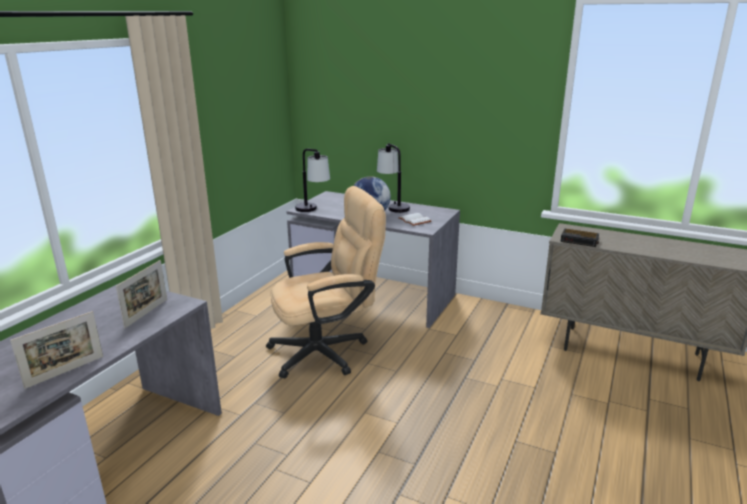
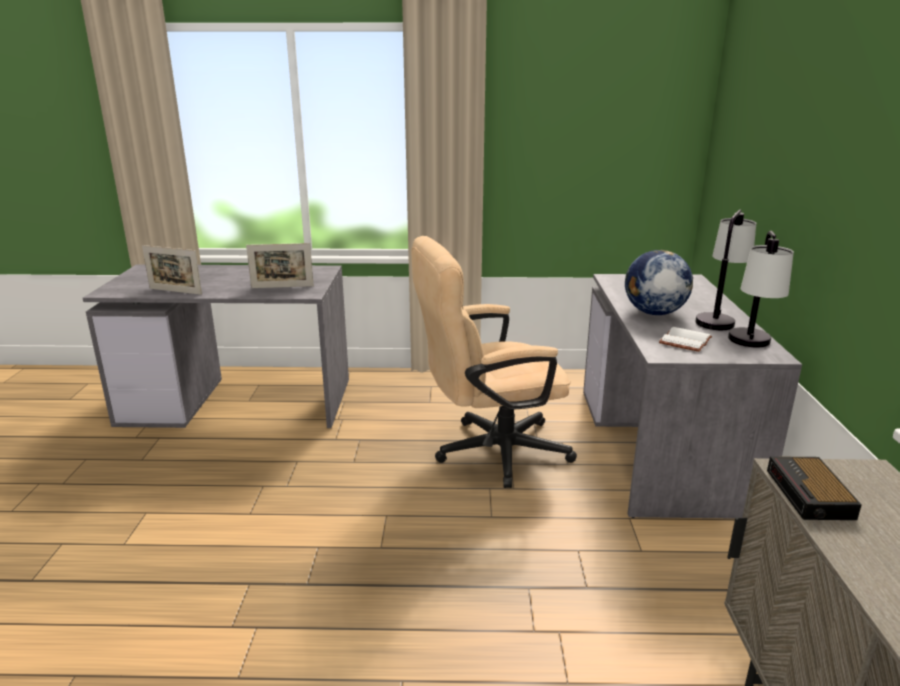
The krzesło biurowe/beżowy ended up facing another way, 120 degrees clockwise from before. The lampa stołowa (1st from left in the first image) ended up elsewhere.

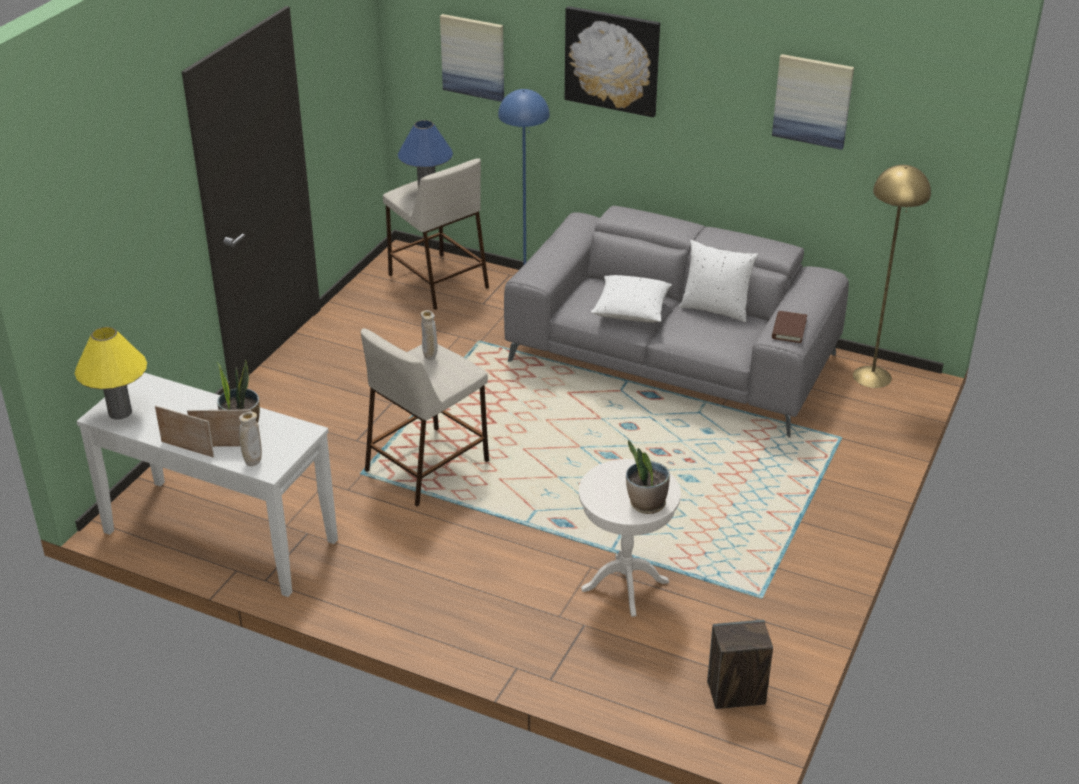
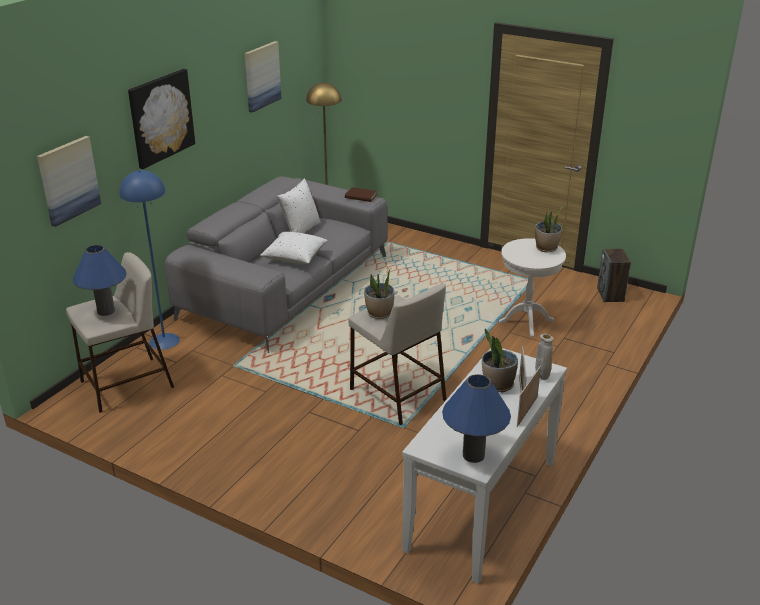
What was the lampa stołowa/żółty turned into the lampa stołowa/niebieski (2nd from left). Where the wazon/beżowy (2nd from left) stood, the roślina doniczkowa (1st from left) came to stand.

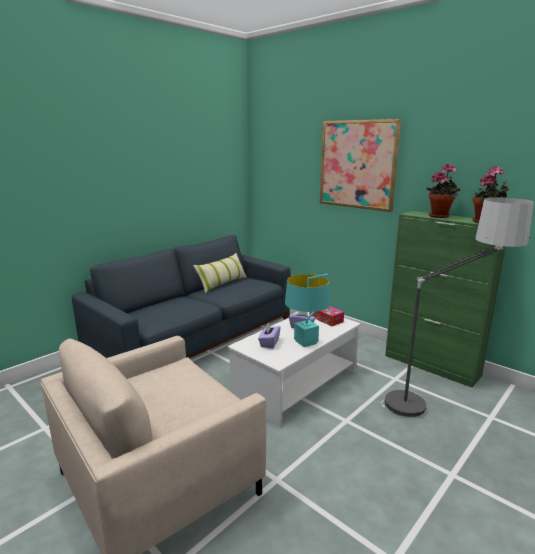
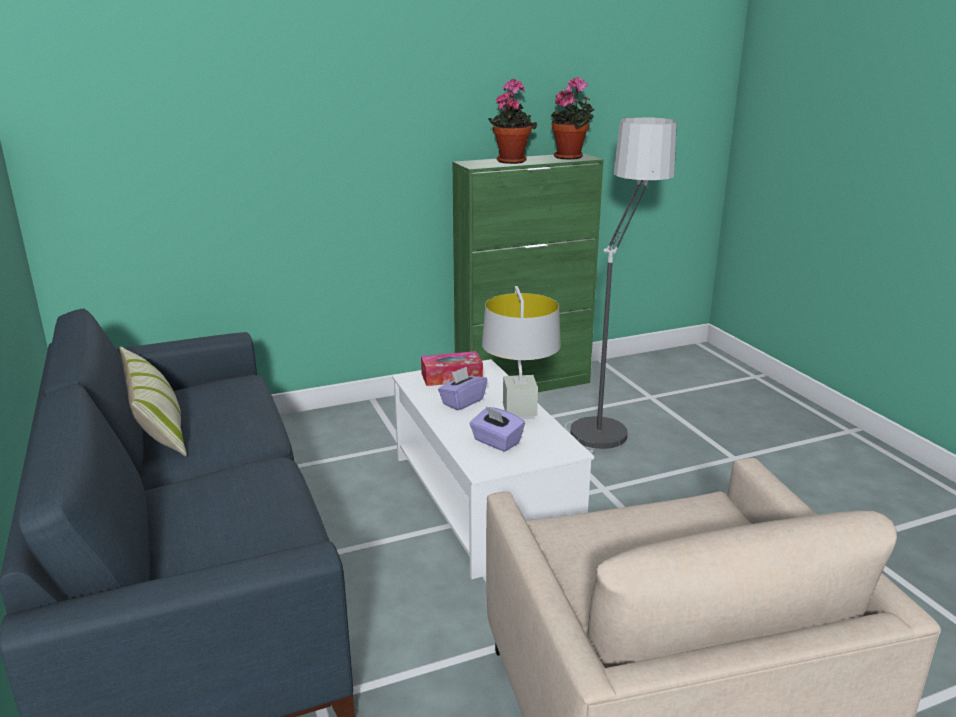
What was the lampa stołowa/turkusowy turned into the lampa stołowa/szary. The second view lost the obraz.

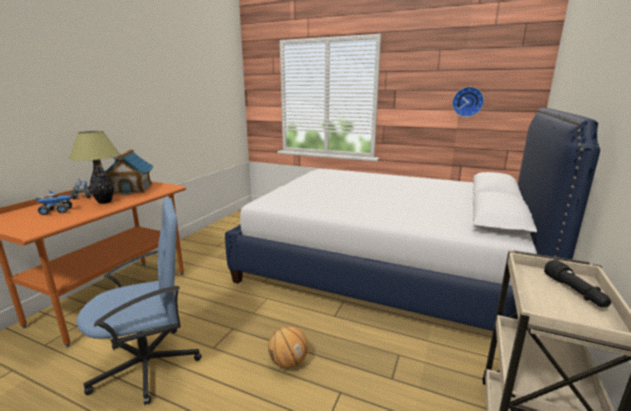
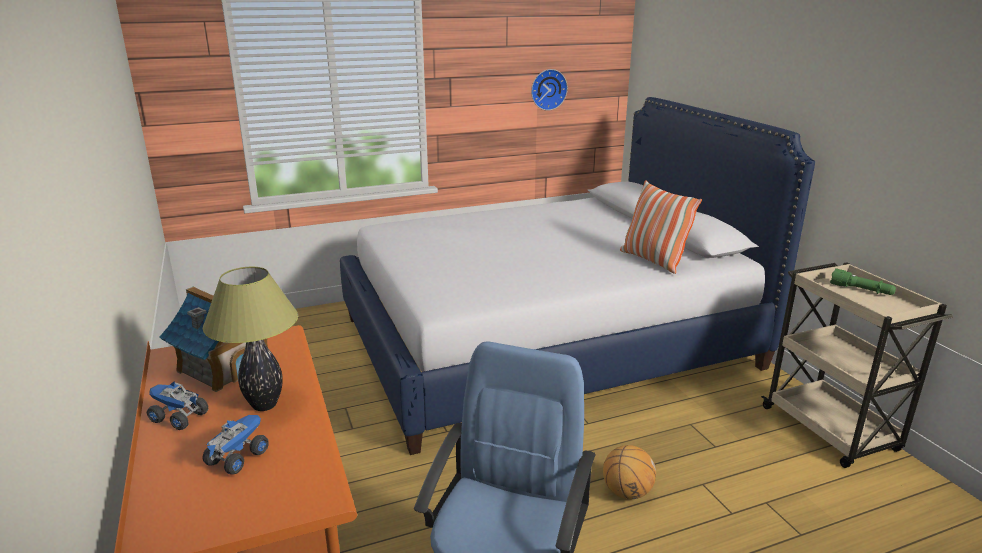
What was the latarka/czarny turned into the latarka/zielony. The second view gained the poduszka.

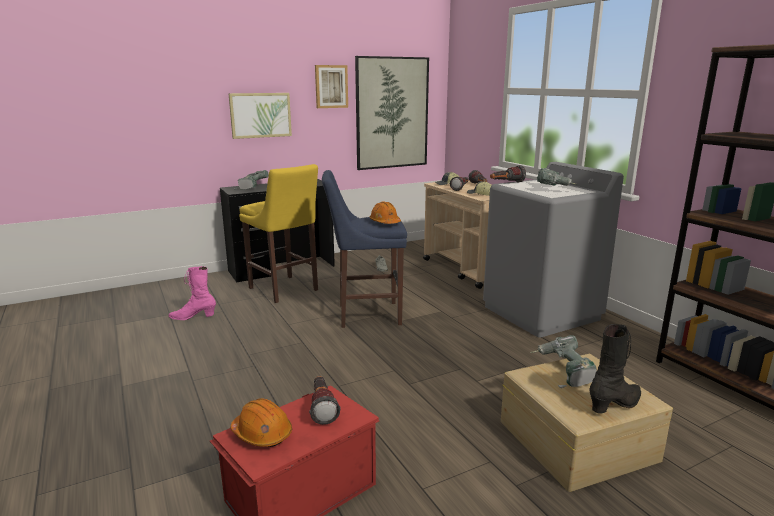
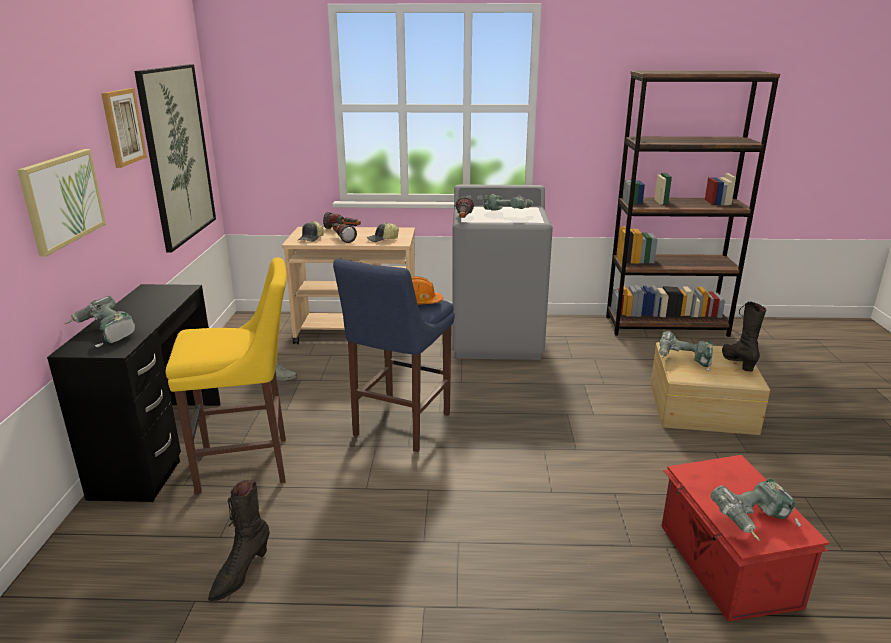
What was the but z cholewką/różowy turned into the but z cholewką/czarny (1st from left). Where the kask/pomarańczowy (1st from left) stood, the wiertarka (4th from left) came to stand. The second view lost the latarka (1st from left).

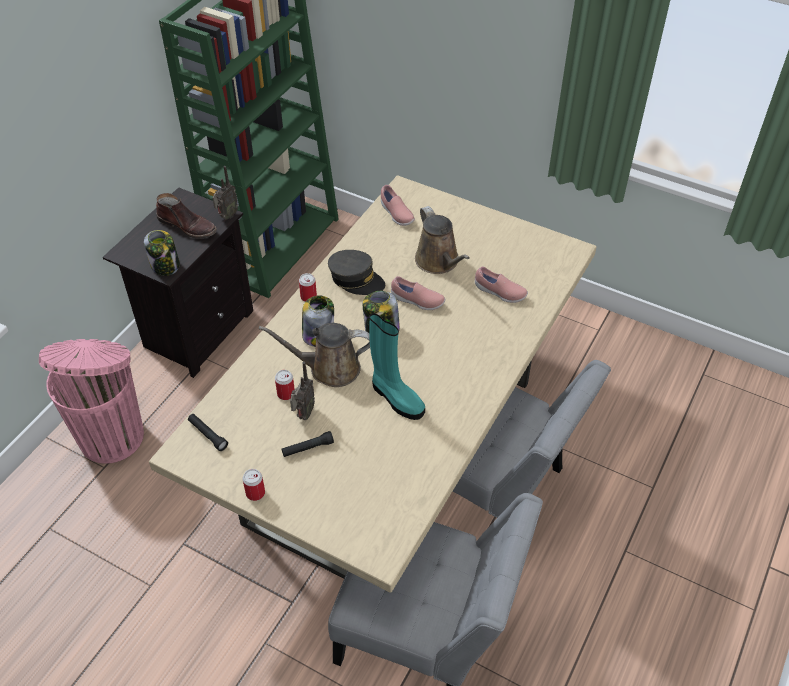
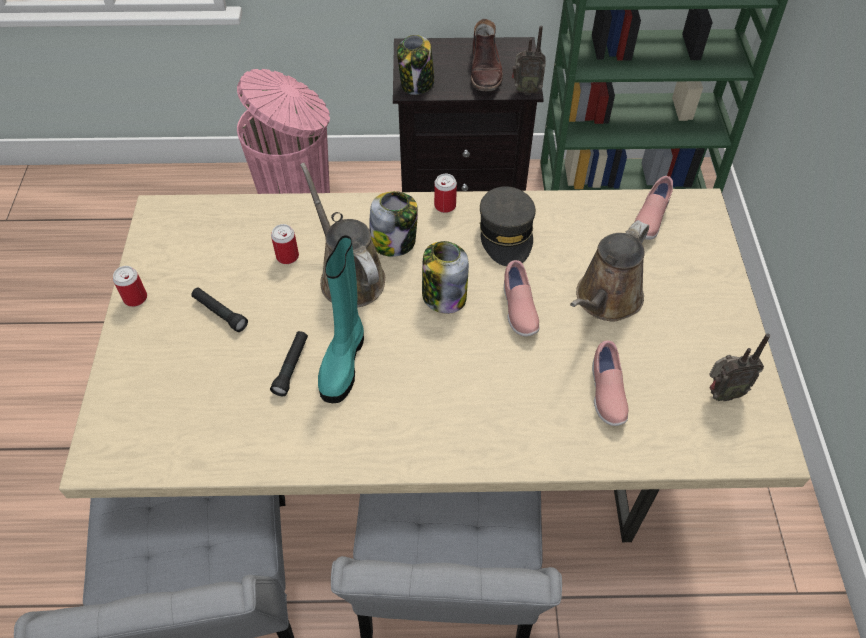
The latarka/czarny (1st from left in the first image) ended up elsewhere. The radio (2nd from left) ended up elsewhere.

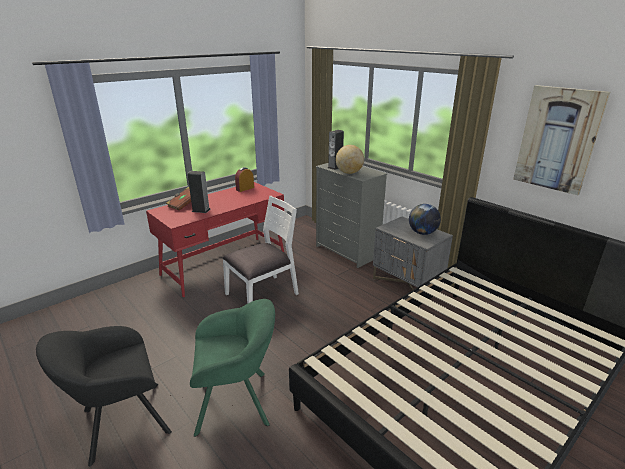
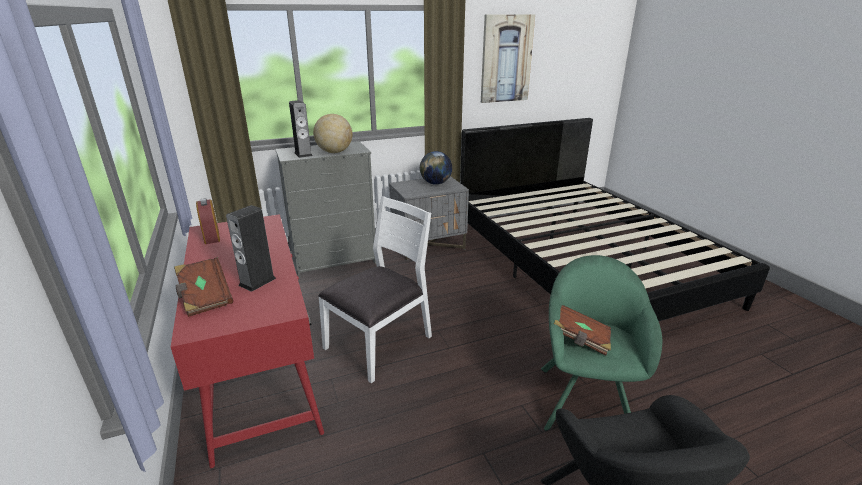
The krzesło/biały ended up facing another way, 60 degrees clockwise from before. The second view gained the książka/brązowy (2nd from left).

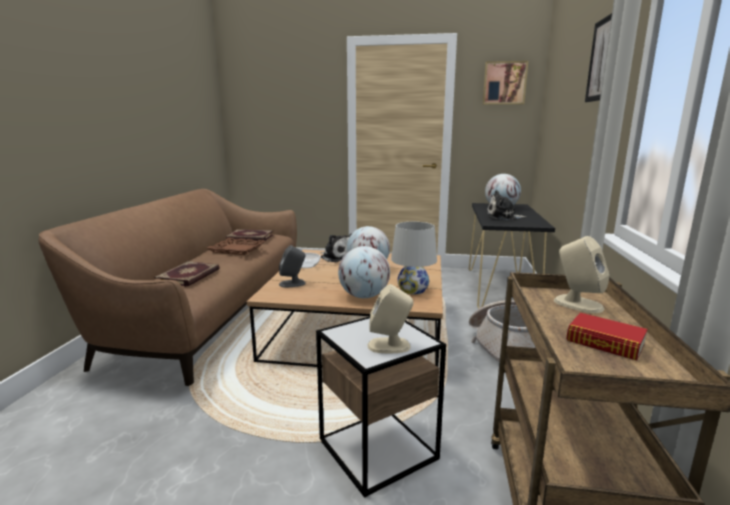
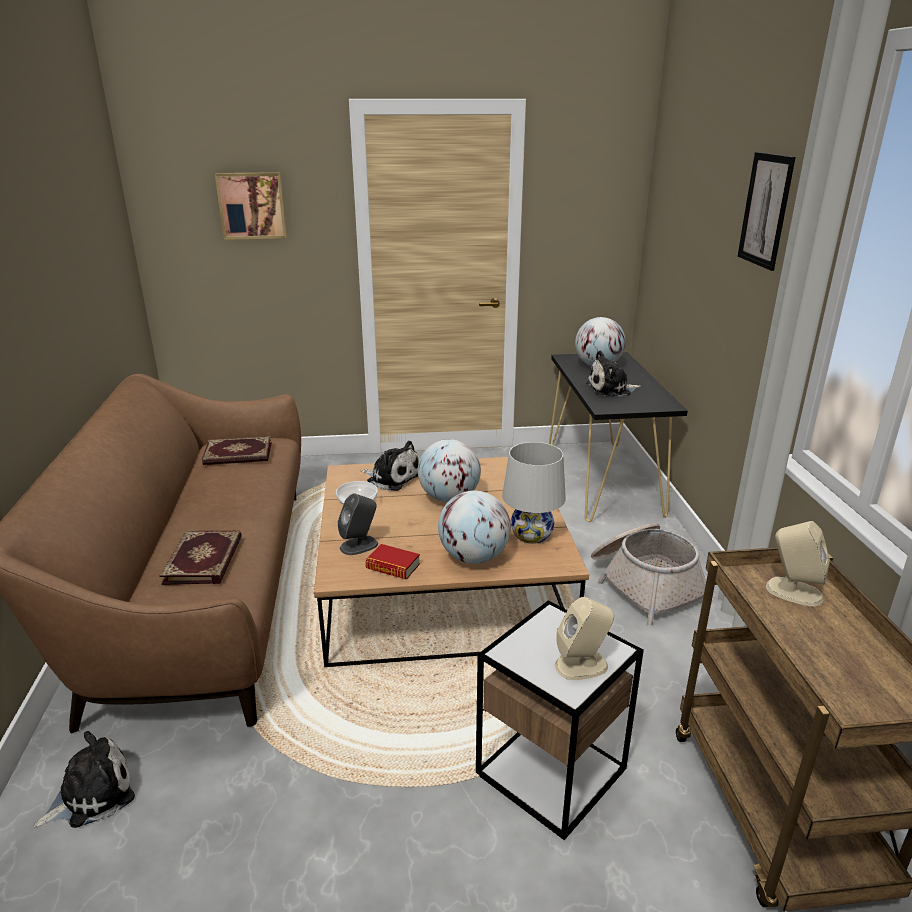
The second view lost the taca/brązowy. The obraz (1st from left) ended up elsewhere. The książka (3rd from left) ended up elsewhere. The second view gained the pluszak (1st from left).

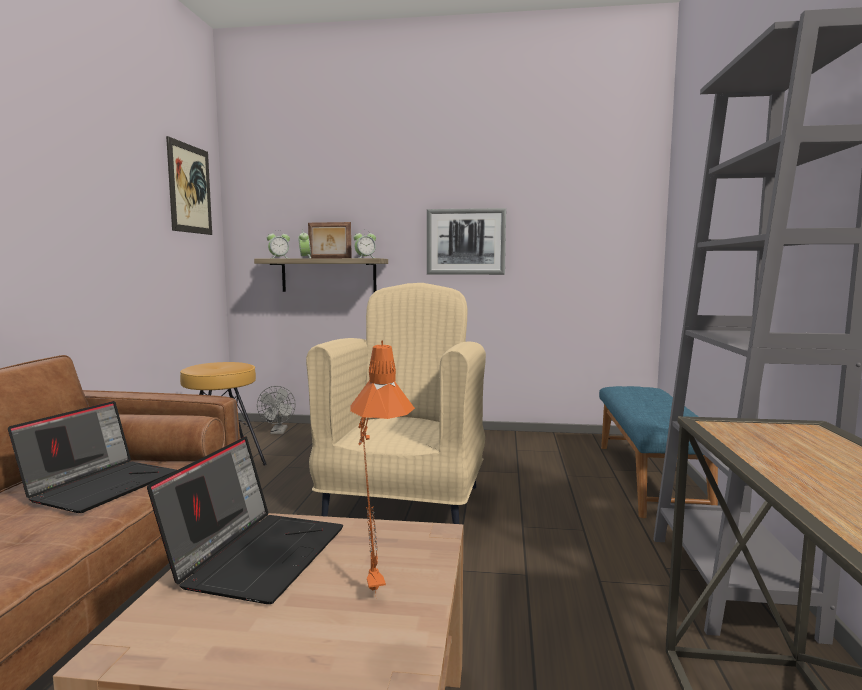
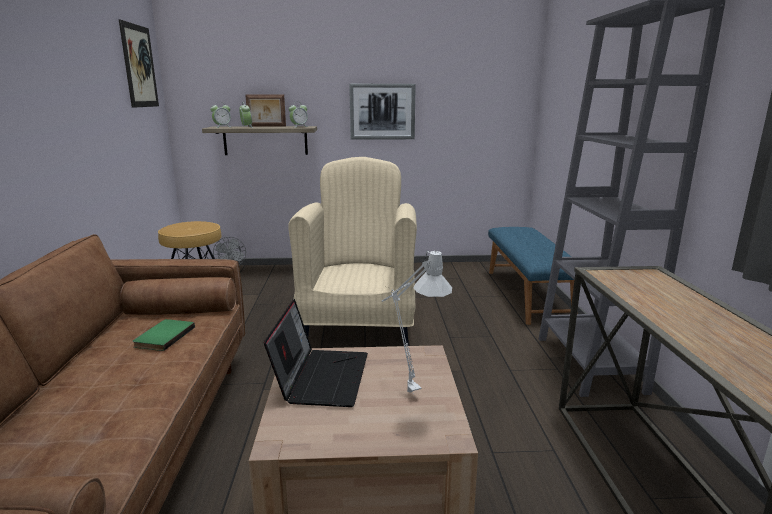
Where the laptop (1st from left) stood, the książka/zielony came to stand. What was the lampa stołowa/pomarańczowy turned into the lampa stołowa/szary.

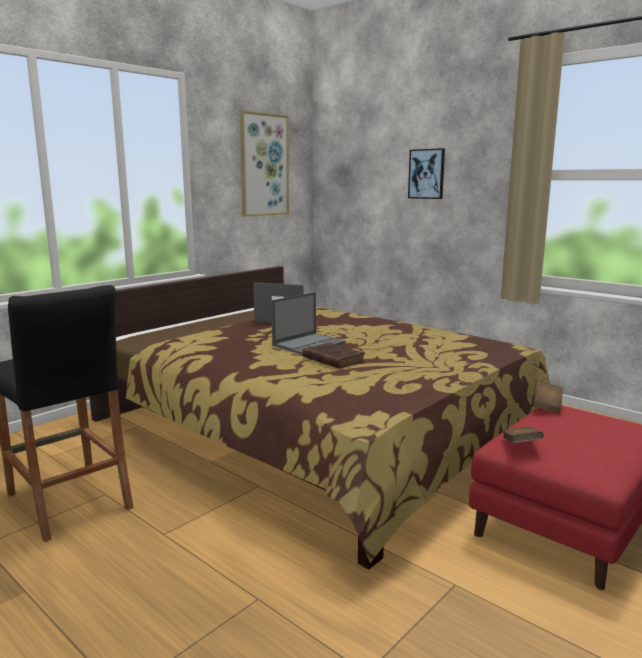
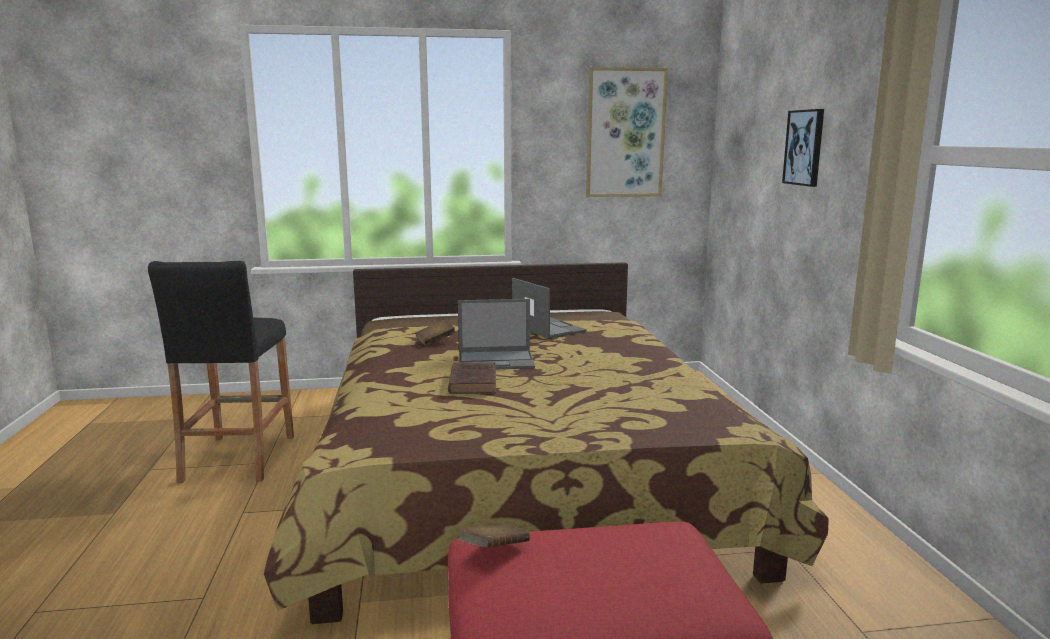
The książka/brązowy (3rd from left in the first image) ended up elsewhere.

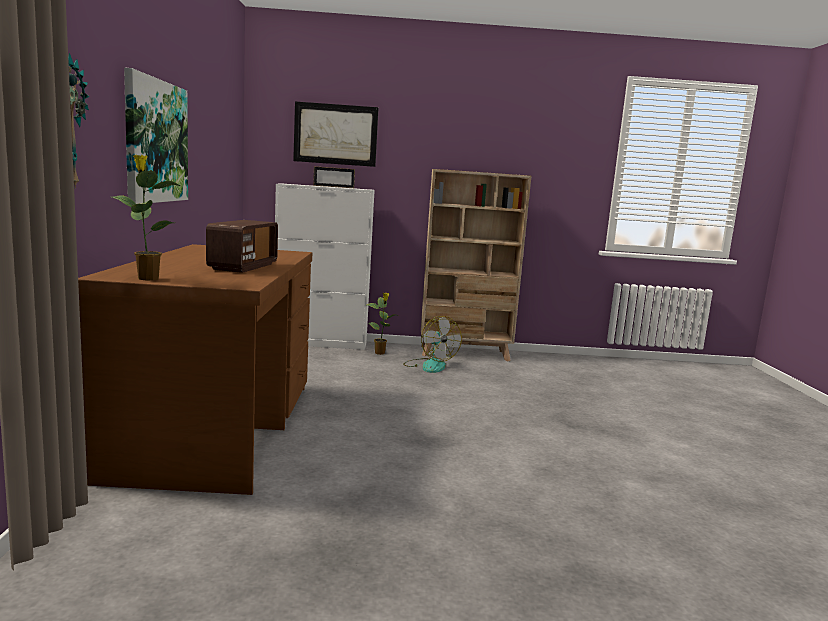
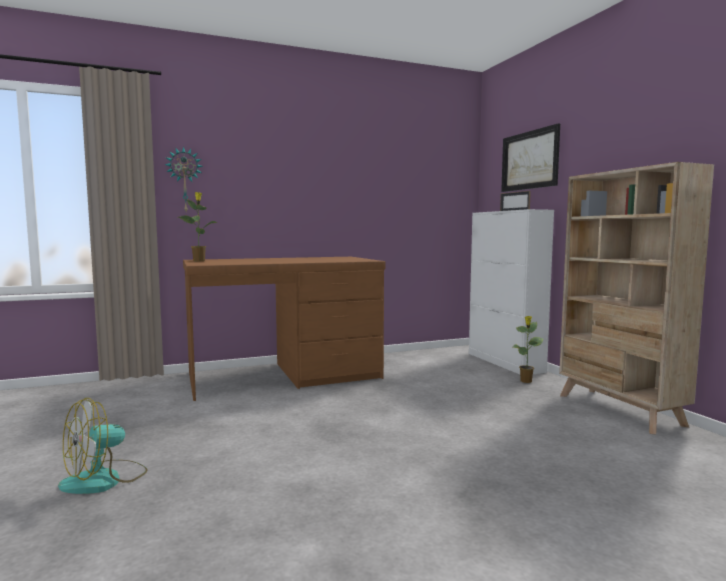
The second view lost the obraz (1st from left). The second view lost the radio. The wentylator ended up elsewhere.

